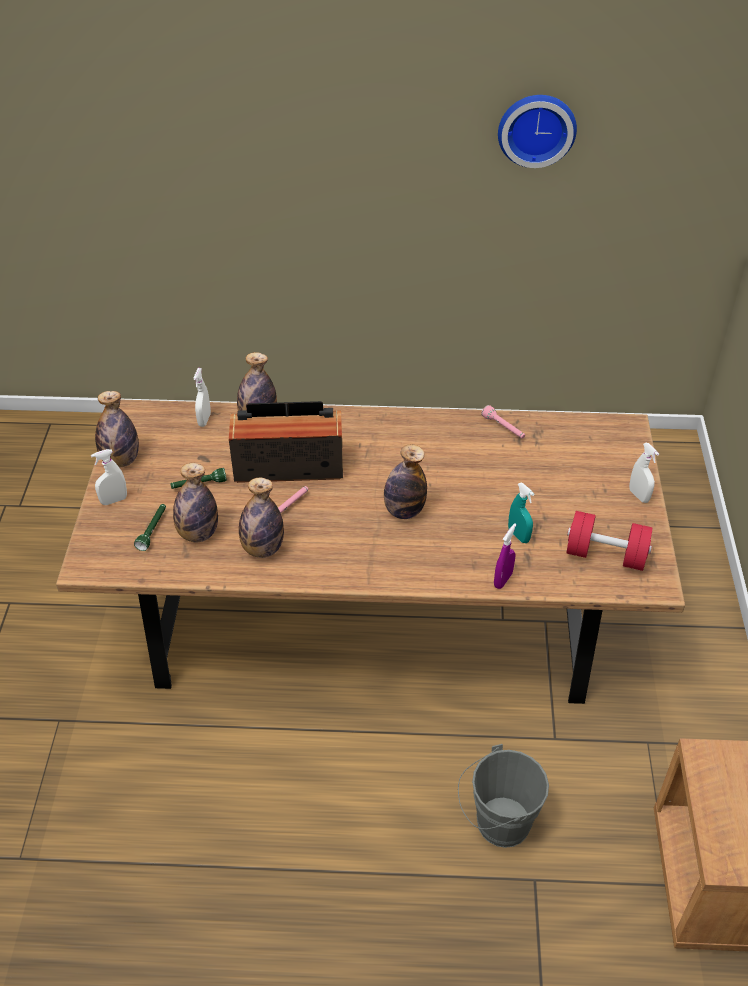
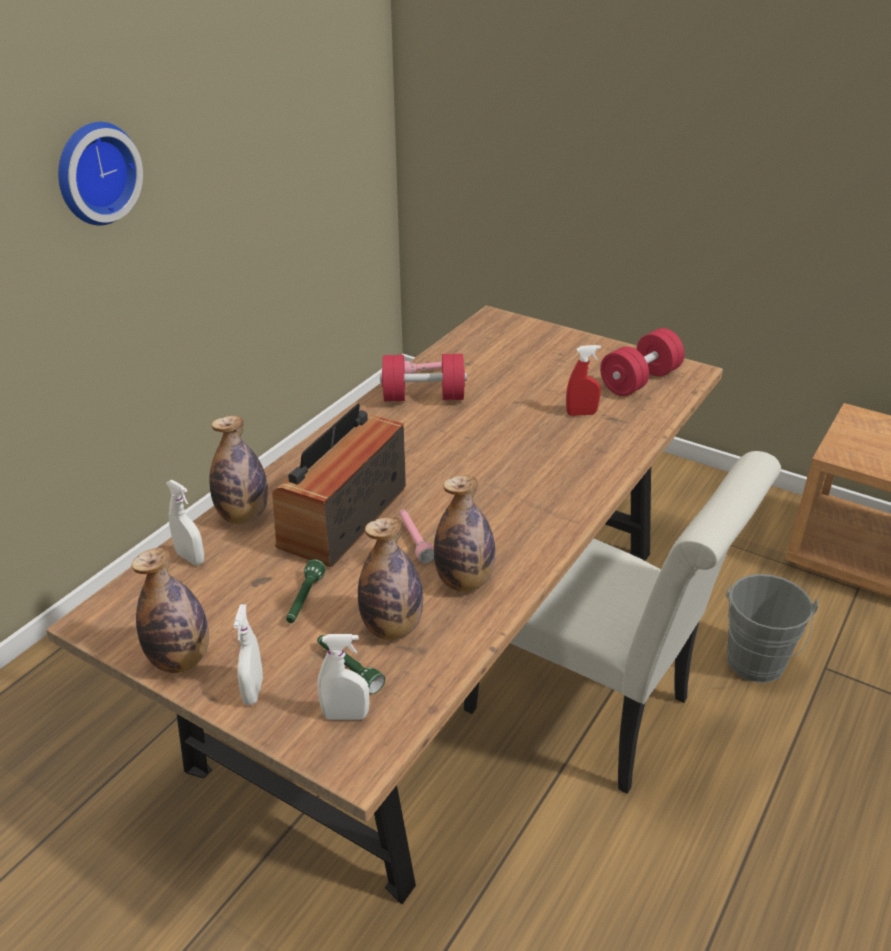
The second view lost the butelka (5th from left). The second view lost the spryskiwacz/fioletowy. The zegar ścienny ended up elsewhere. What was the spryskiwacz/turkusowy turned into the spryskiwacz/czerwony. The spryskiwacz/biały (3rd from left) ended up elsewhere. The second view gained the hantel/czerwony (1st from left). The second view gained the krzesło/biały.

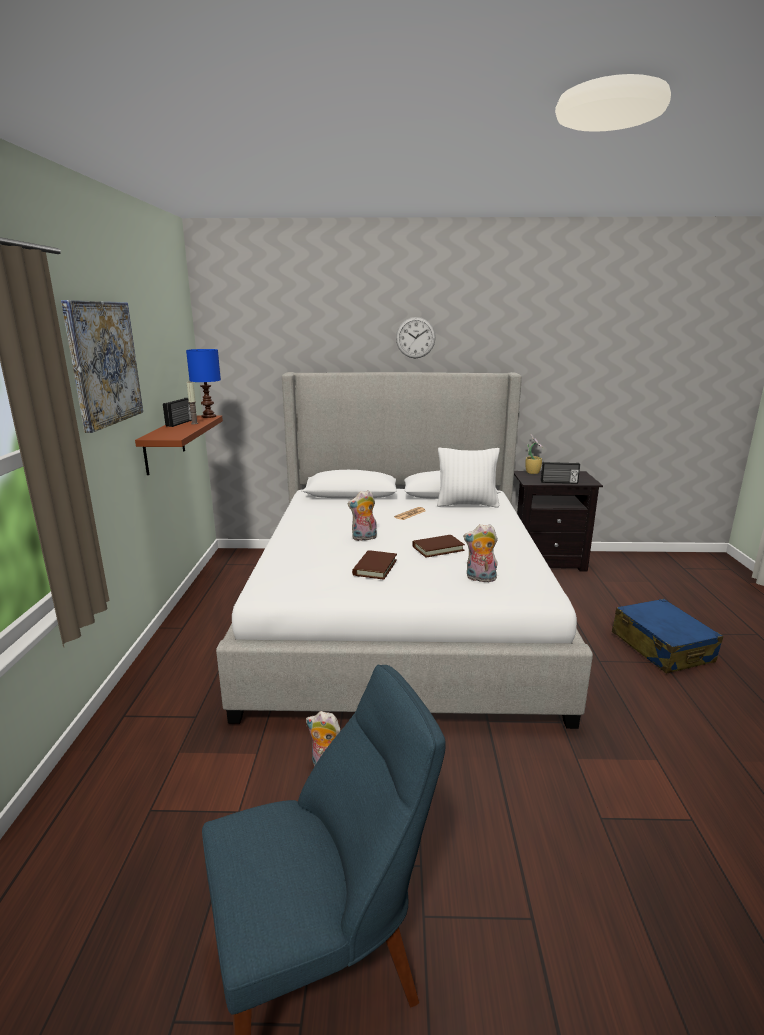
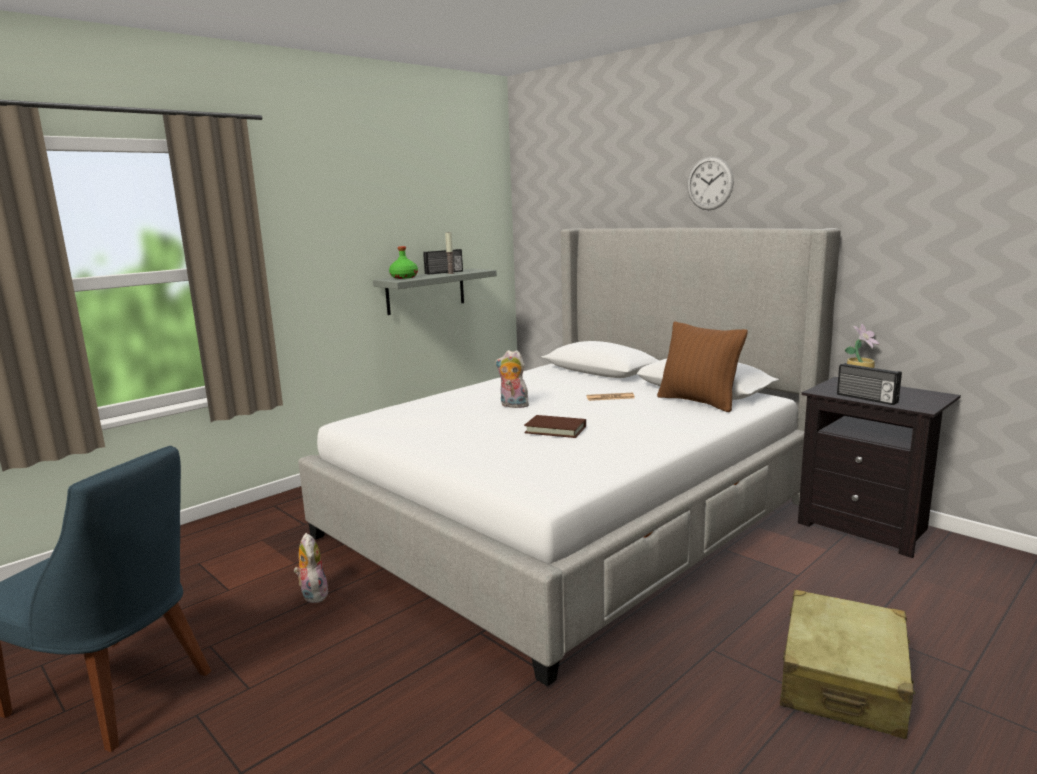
The second view lost the obraz. What was the półka/brązowy turned into the półka/szary. The second view lost the lampa stołowa/niebieski. The second view lost the książka/brązowy (1st from left). What was the poduszka/biały turned into the poduszka/brązowy. The second view lost the pluszak (3rd from left). What was the walizka/niebieski turned into the walizka/beżowy. The second view gained the butelka/zielony.

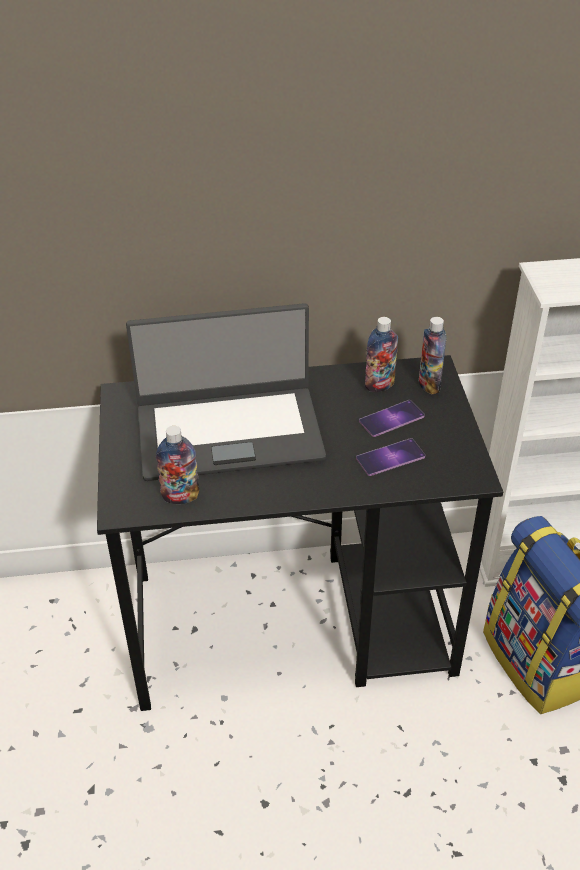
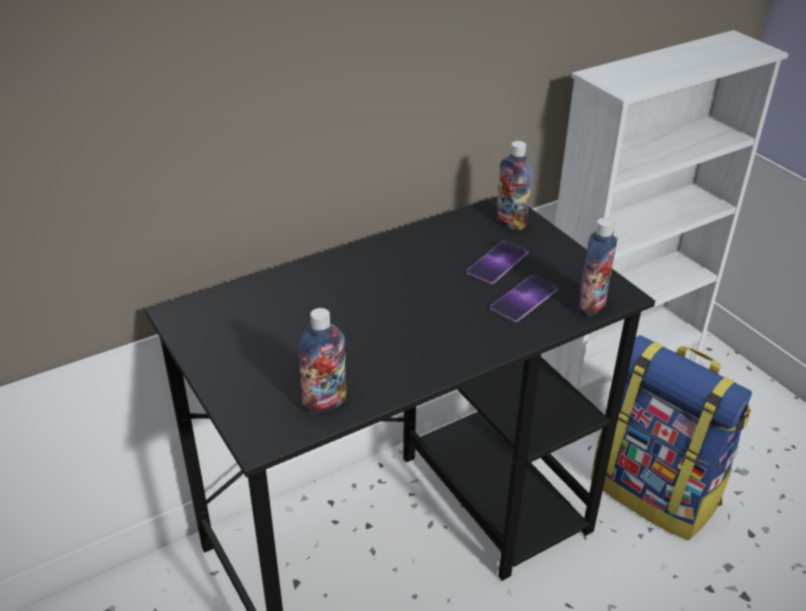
The second view lost the laptop. The butelka (2nd from left in the first image) ended up elsewhere.

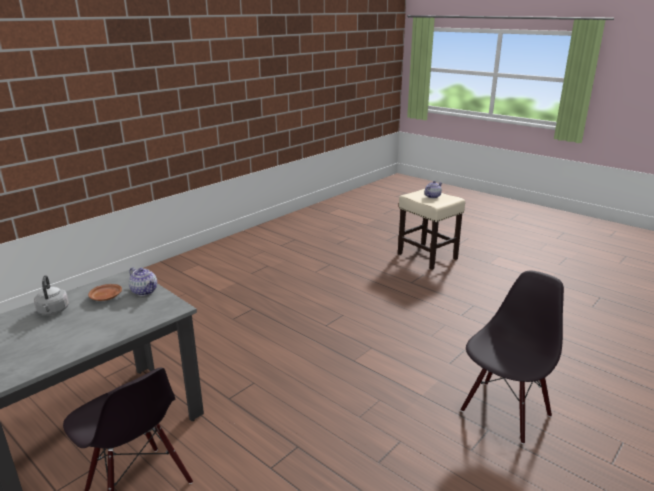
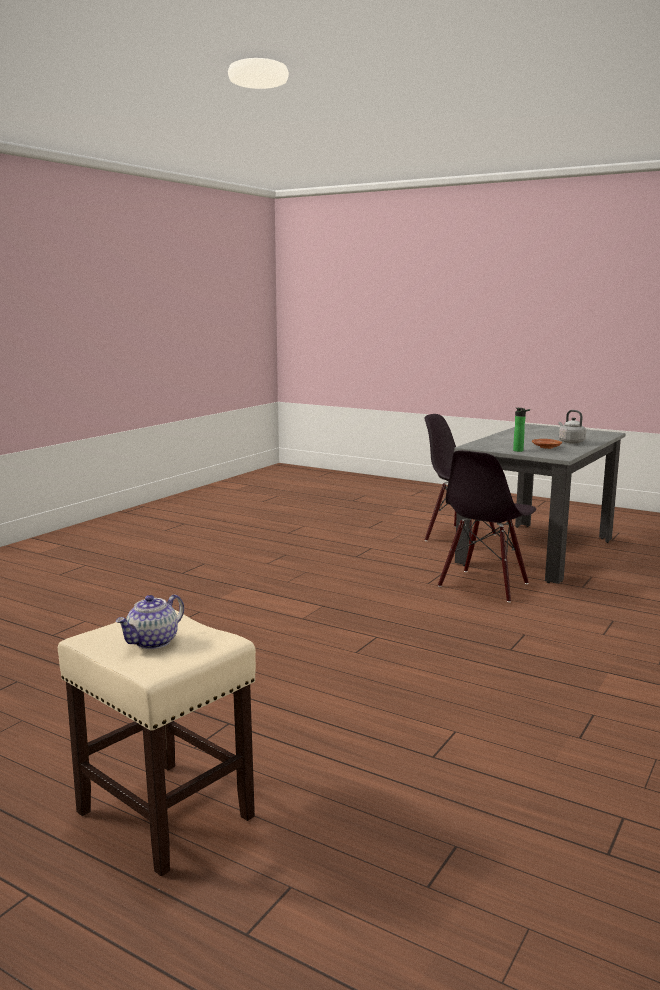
Where the imbryk (1st from left) stood, the butelka came to stand. The krzesło/czarny (2nd from left) ended up elsewhere.

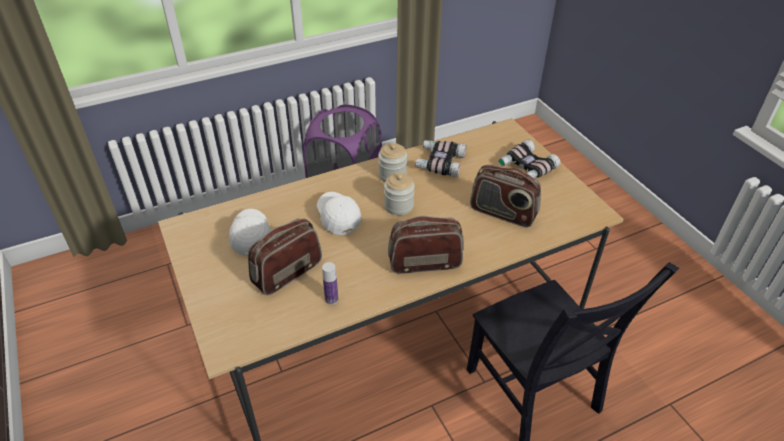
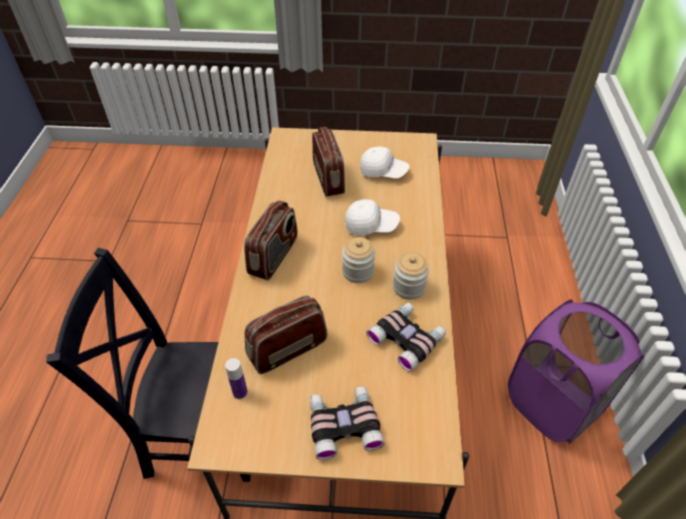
The butelka ended up elsewhere.

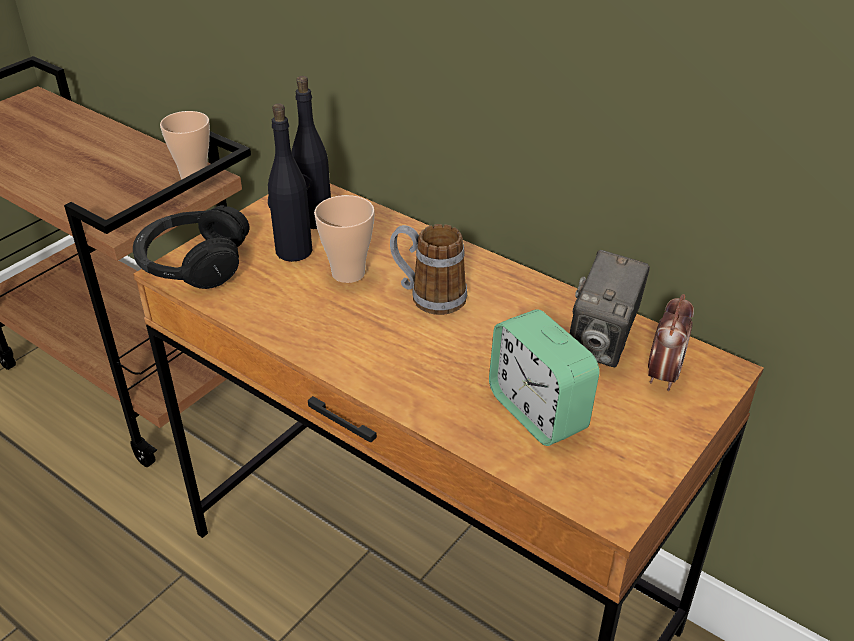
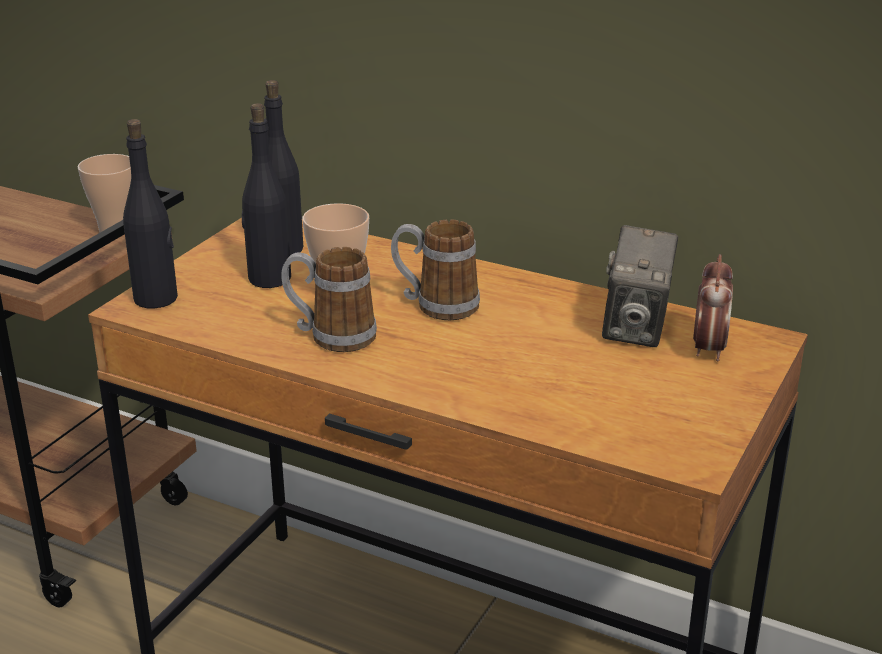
Where the słuchawki/czarny stood, the butelka/czarny (1st from left) came to stand. The second view lost the budzik (1st from left). The second view gained the kubek (1st from left).

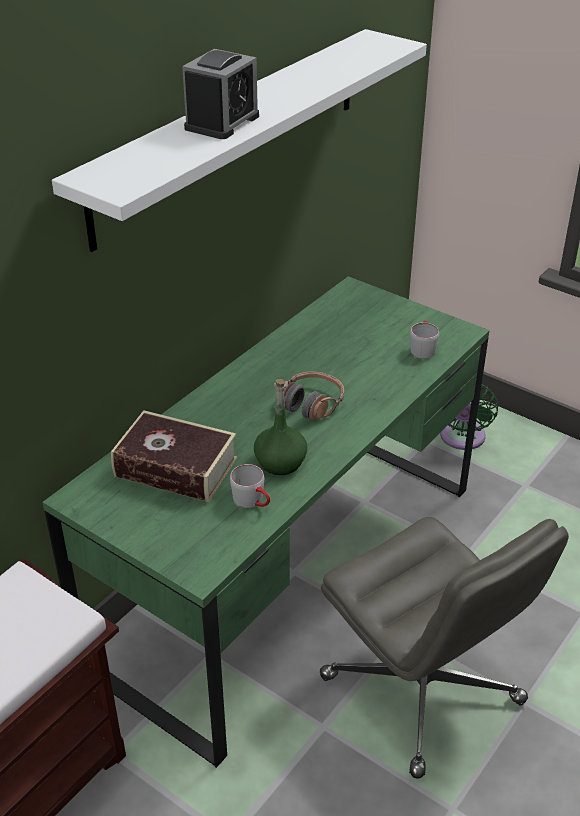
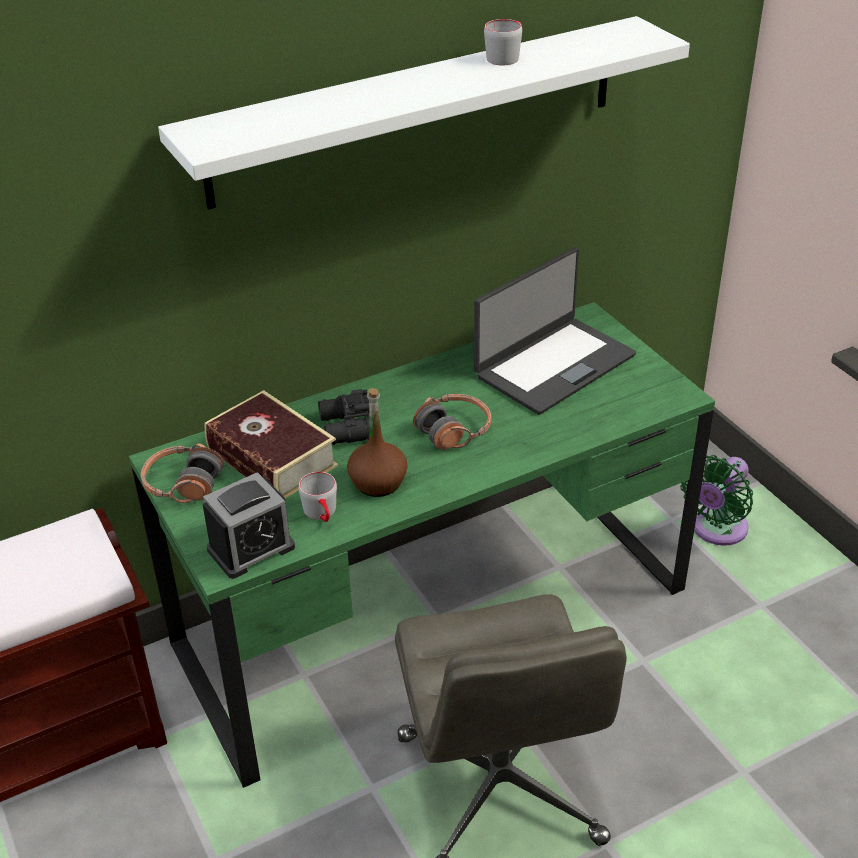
The budzik ended up elsewhere. What was the butelka/zielony turned into the butelka/brązowy. The kubek/szary (2nd from left) ended up elsewhere. The second view gained the słuchawki (1st from left). The second view gained the lornetka/czarny. The second view gained the laptop.

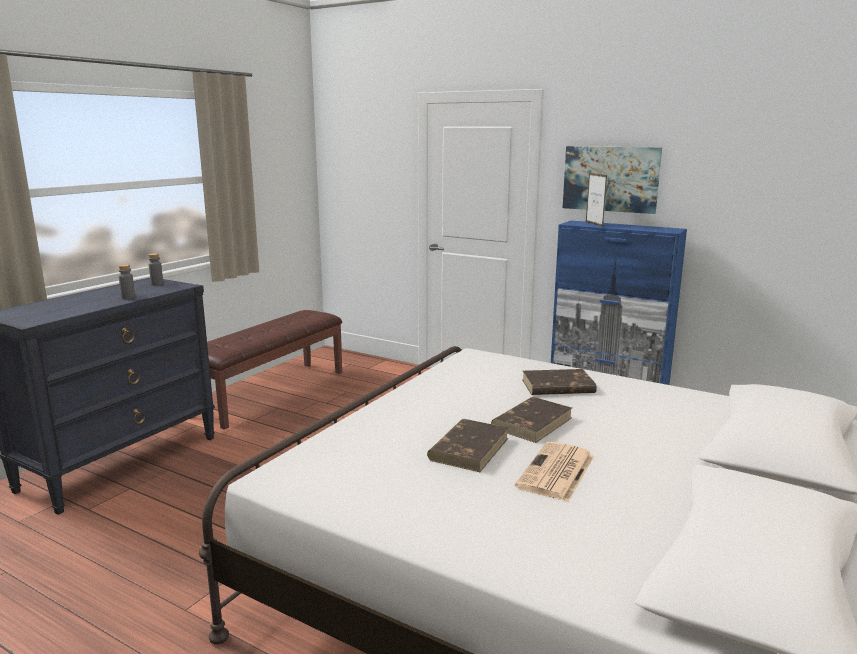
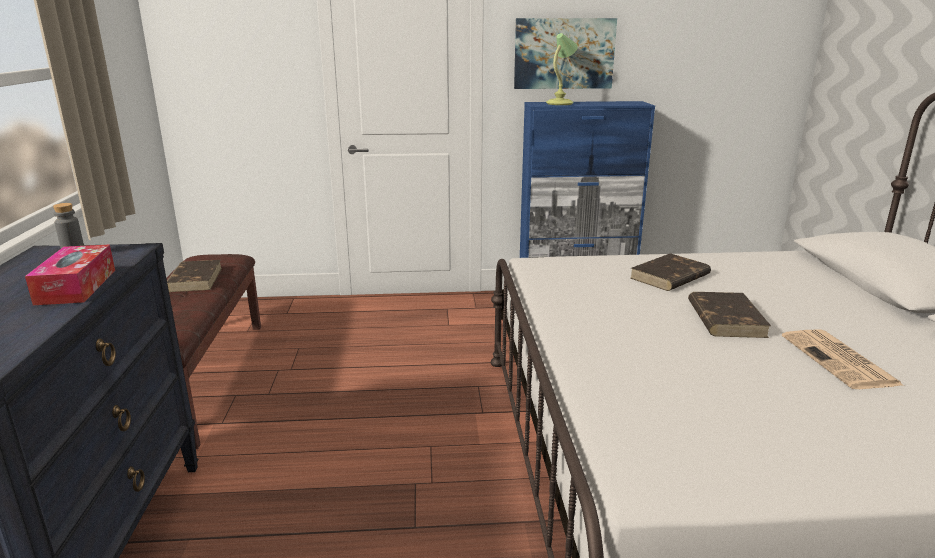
Where the butelka/szary (1st from left) stood, the pudełko chusteczek came to stand. The książka/brązowy (1st from left) ended up elsewhere. Where the ramka na zdjęcie stood, the lampa stołowa came to stand.

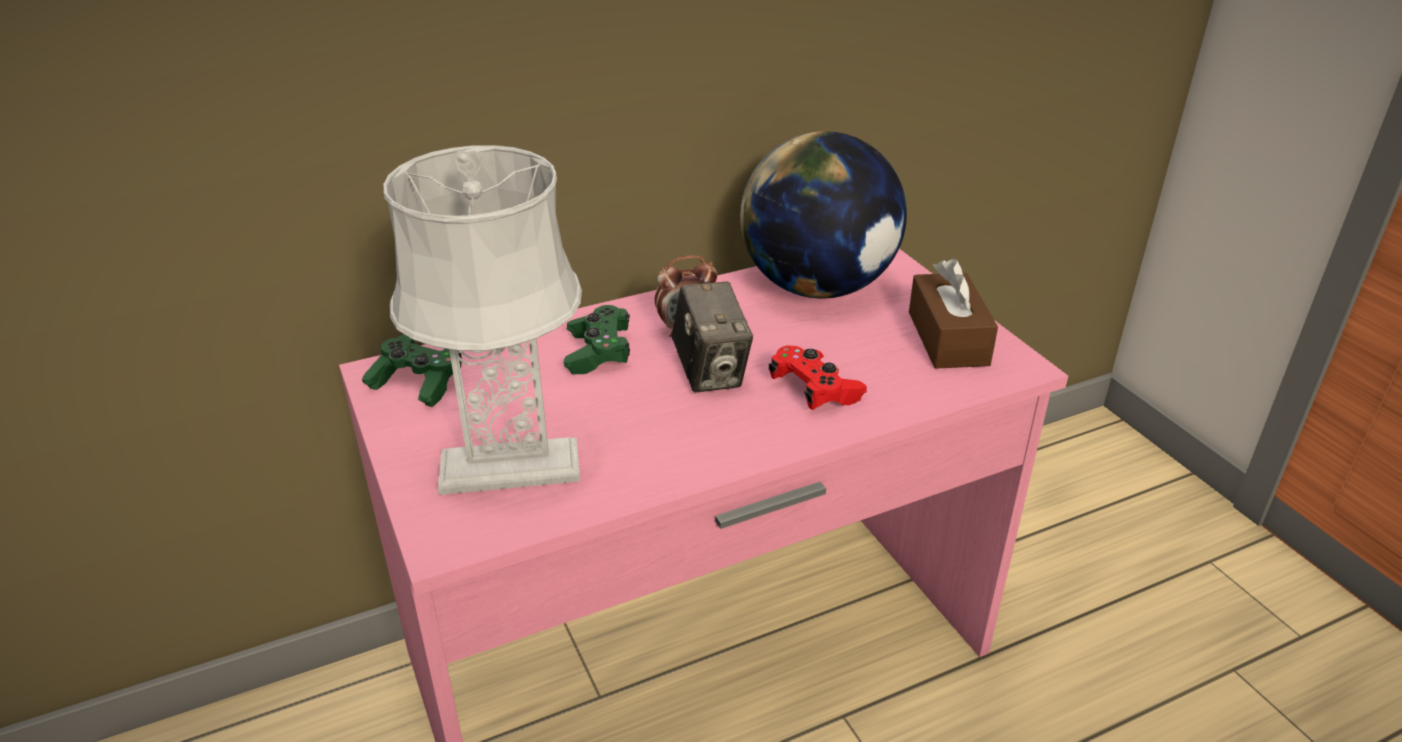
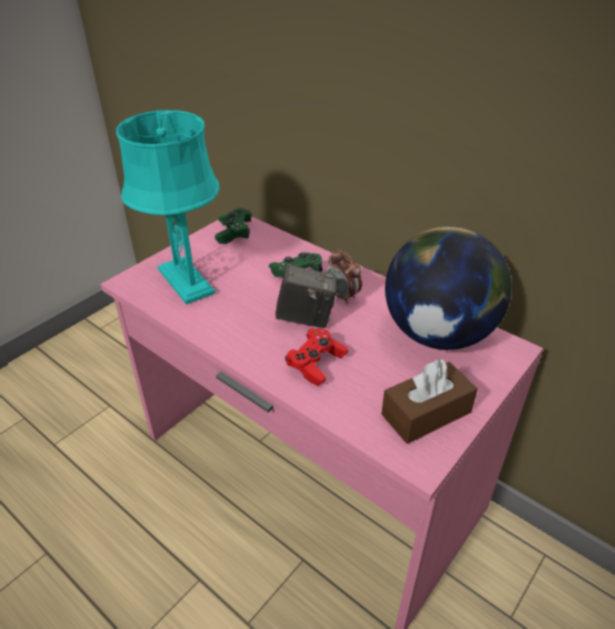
What was the lampa stołowa/szary turned into the lampa stołowa/turkusowy. The aparat fotograficzny ended up facing another way, 135 degrees counterclockwise from before.

